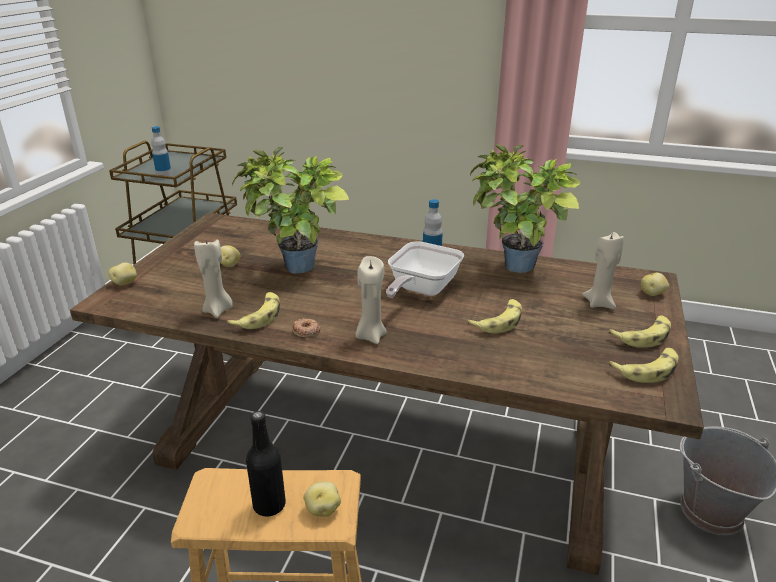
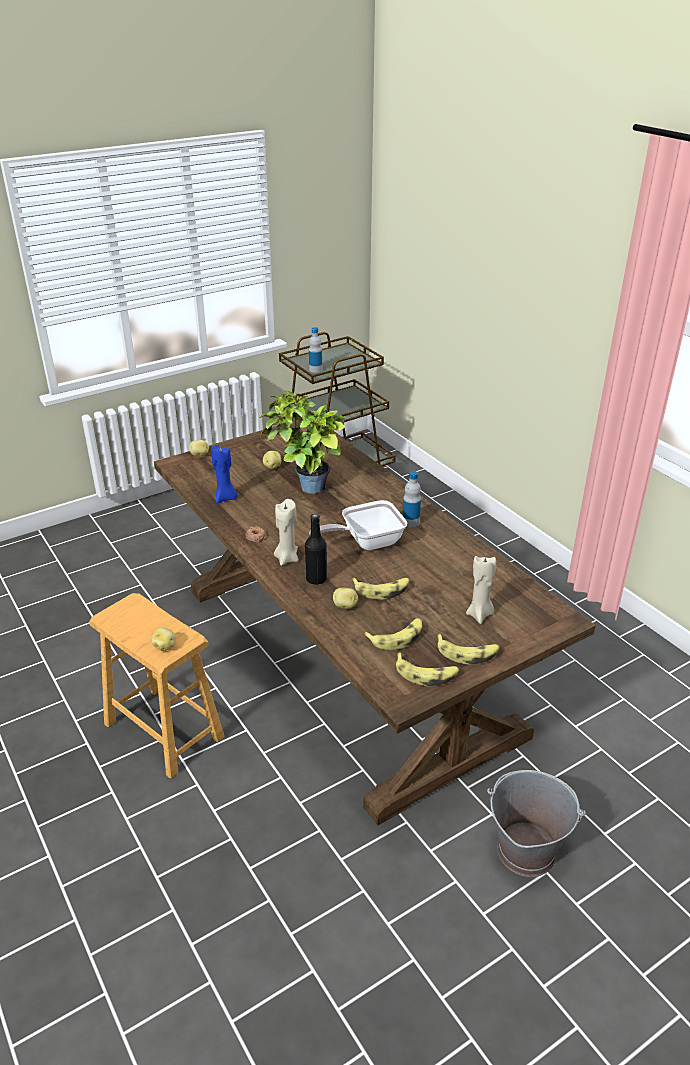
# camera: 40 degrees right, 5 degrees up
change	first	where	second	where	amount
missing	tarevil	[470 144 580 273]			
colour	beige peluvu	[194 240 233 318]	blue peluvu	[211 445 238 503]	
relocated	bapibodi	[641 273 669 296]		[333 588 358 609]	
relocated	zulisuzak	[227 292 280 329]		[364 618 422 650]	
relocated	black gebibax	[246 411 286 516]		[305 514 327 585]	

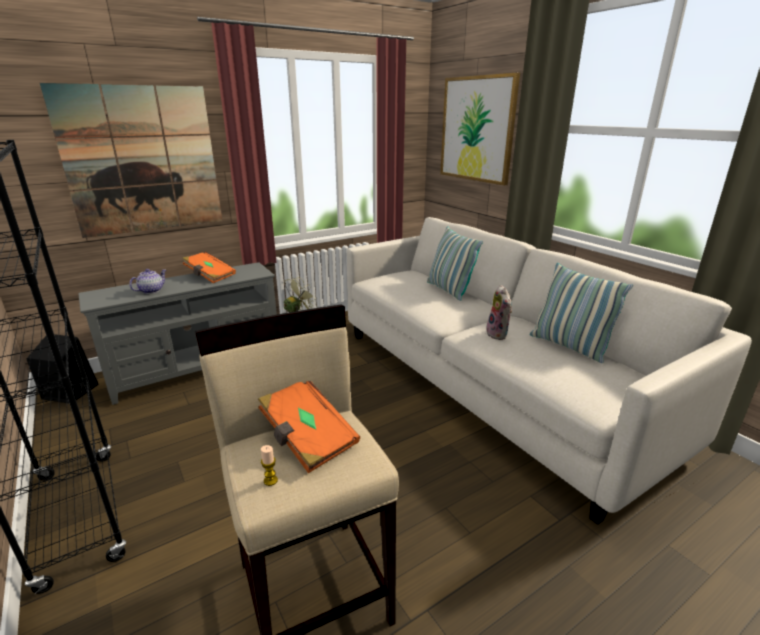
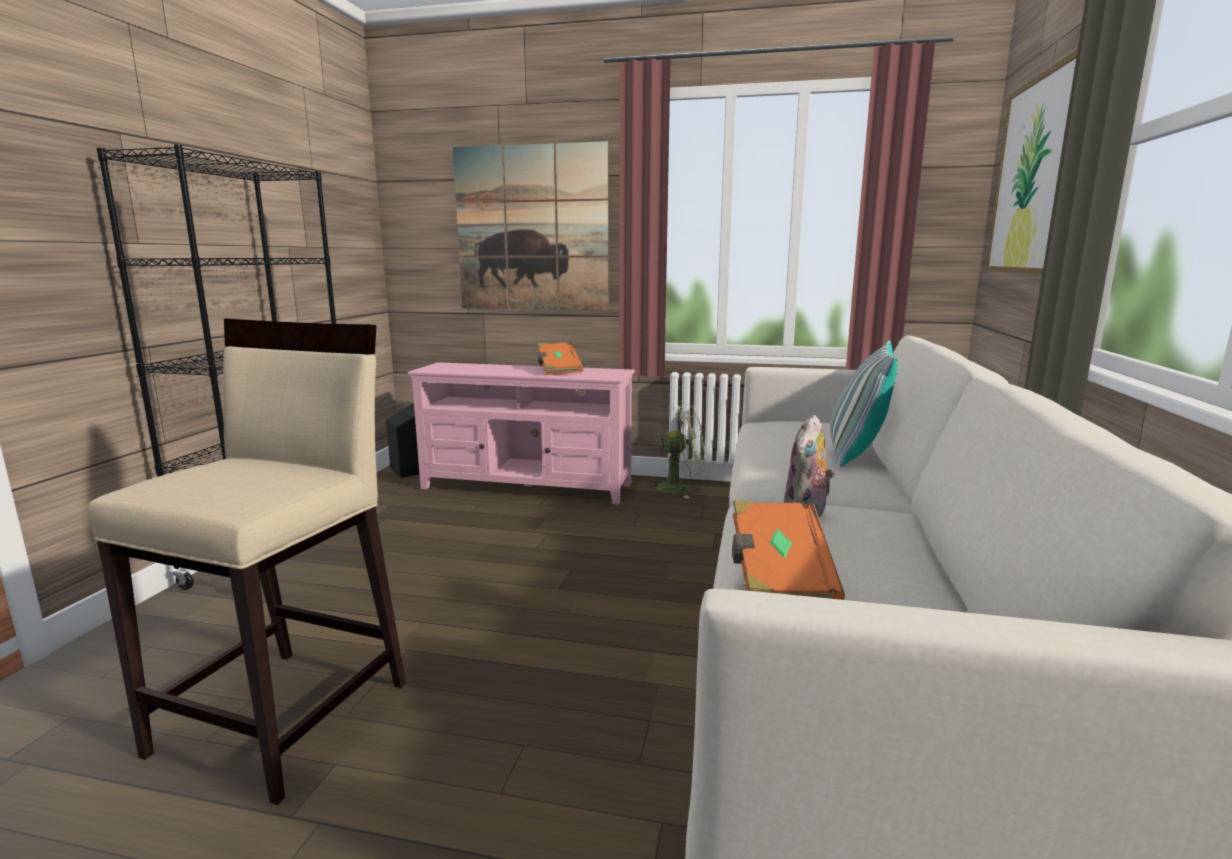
# camera: 45 degrees right, 10 degrees down
change	first	where	second	where	amount
colour	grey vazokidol	[78 262 277 405]	pink vazokidol	[407 362 635 505]	
missing	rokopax	[530 263 633 363]			
missing	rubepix	[129 269 166 294]			
relocated	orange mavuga	[258 381 360 473]		[732 500 845 600]	
missing	peluvu	[261 445 278 486]			

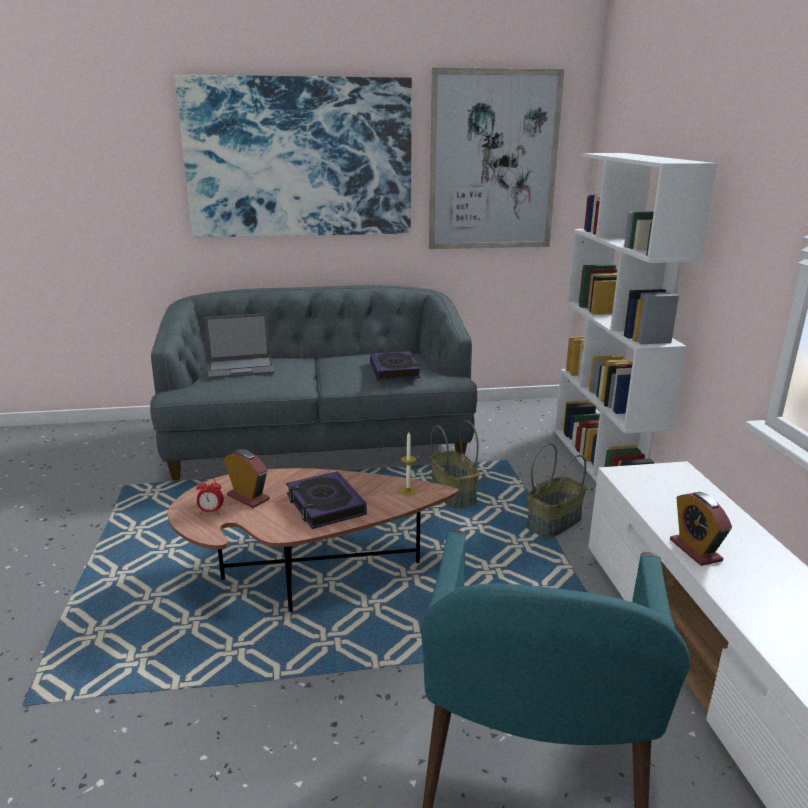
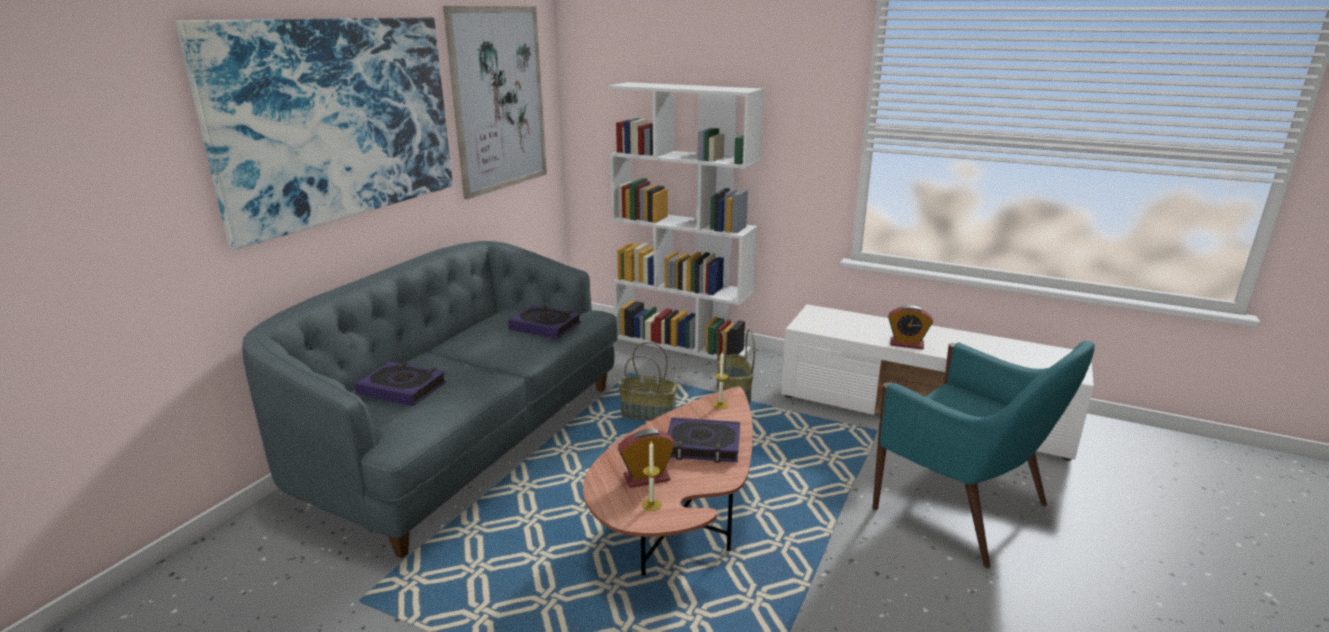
# camera: 55 degrees left, 0 degrees up
change	first	where	second	where	amount
exchanged	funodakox	[204 313 274 379]	mavuga	[354 361 446 406]	
exchanged	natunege	[196 477 224 515]	peluvu	[642 441 662 511]	

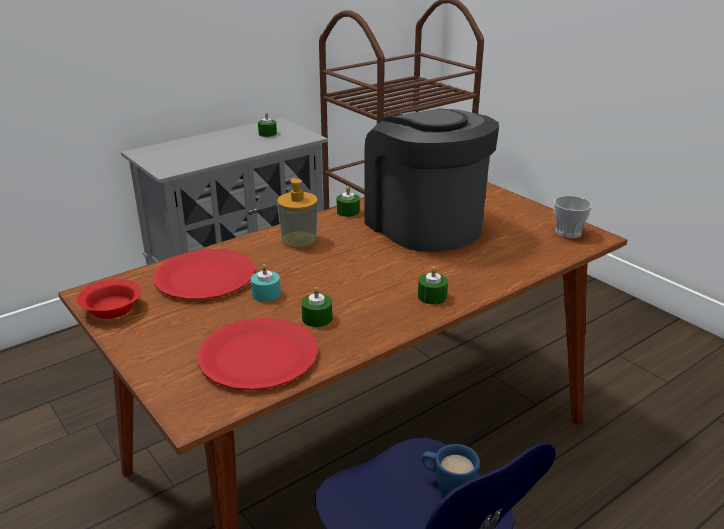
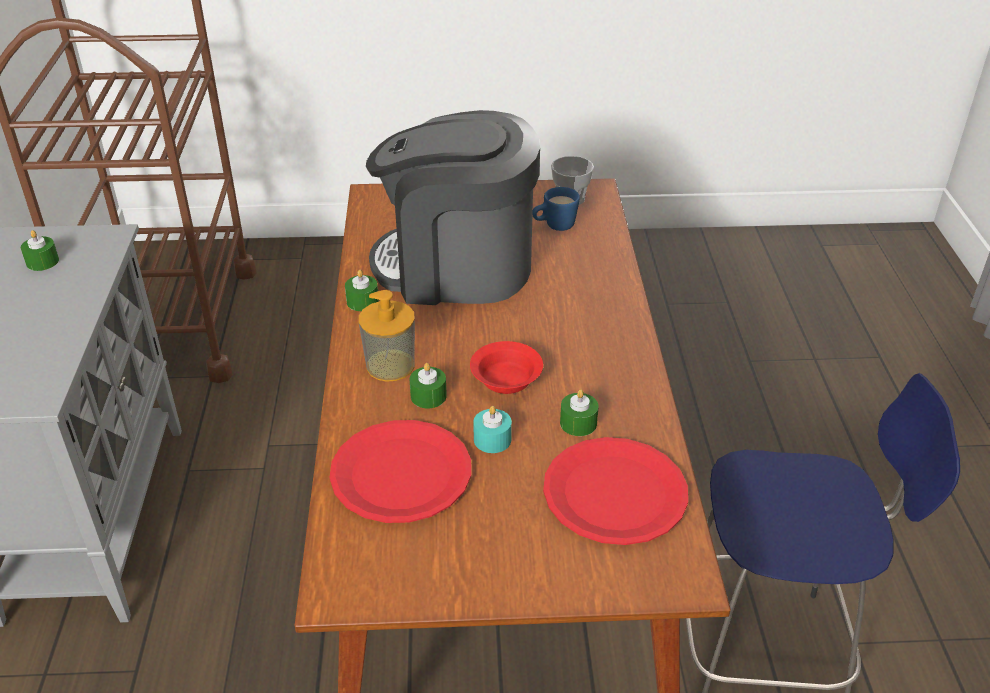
# camera: 55 degrees left, 10 degrees up
change	first	where	second	where	amount
relocated	green peluvu	[418 266 448 304]		[410 363 447 408]	
relocated	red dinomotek	[77 279 142 319]		[470 341 543 394]	
relocated	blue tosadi	[422 444 480 496]		[532 187 580 231]	

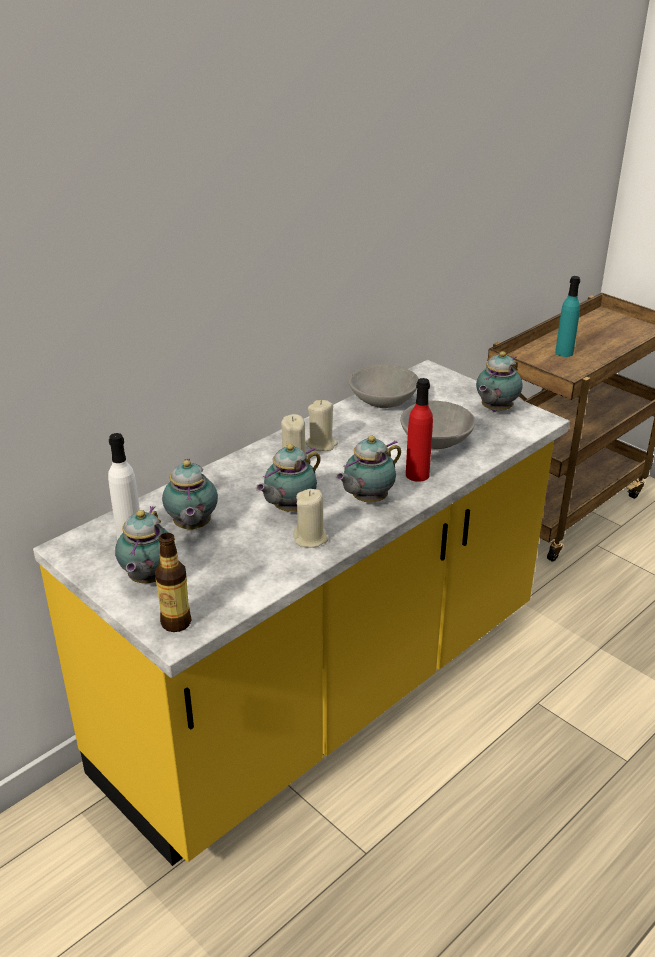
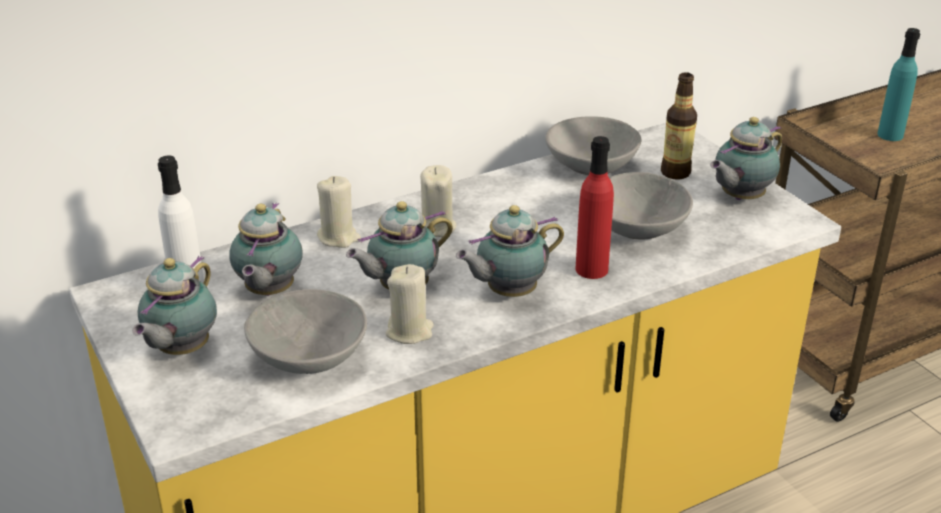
# camera: 15 degrees right, 0 degrees up
change	first	where	second	where	amount
relocated	beige peluvu	[306 400 338 451]		[317 176 361 248]	
relocated	gebibax	[155 533 191 632]		[661 72 697 180]	
appeared			grey dinomotek	[244 289 367 374]	

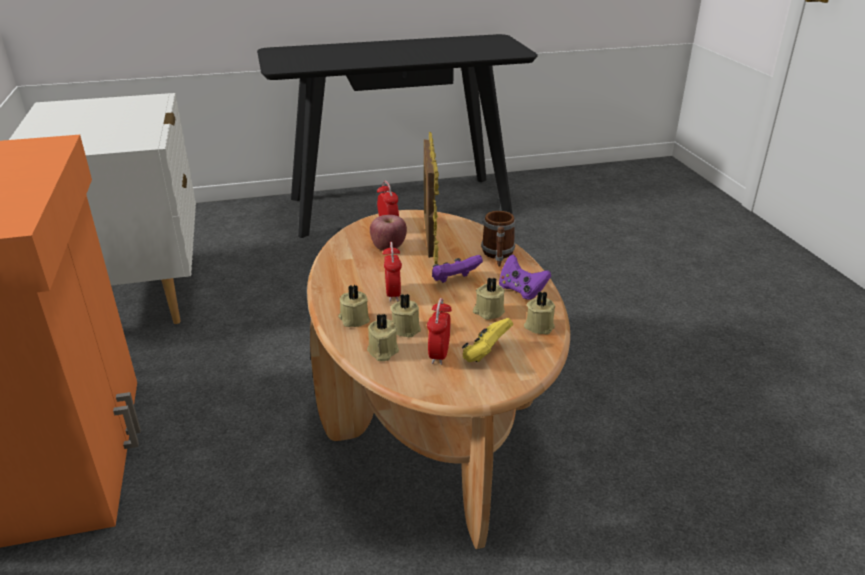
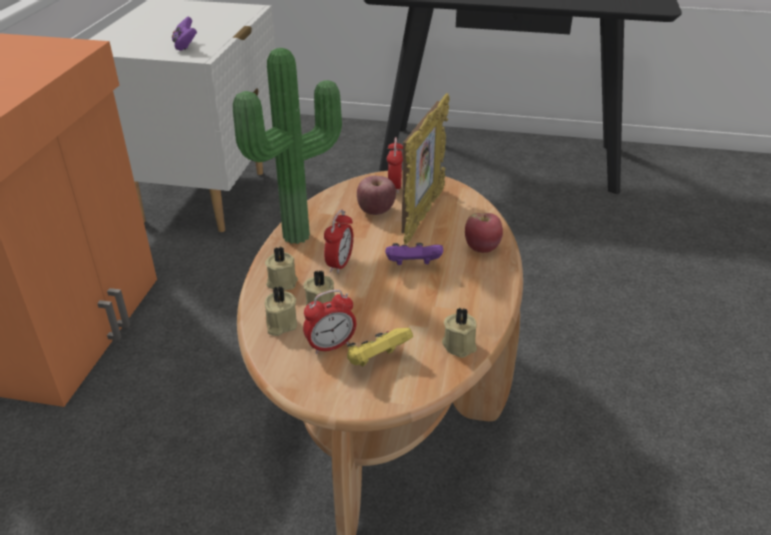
# camera: 25 degrees right, 5 degrees up
change	first	where	second	where	amount
exchanged	tosadi	[481 211 516 267]	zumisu	[465 213 503 253]	
relocated	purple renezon	[499 254 551 300]		[172 16 197 51]	
missing	beige peluvu	[473 277 505 320]			
spun	natunege	[427 298 452 365]		[303 289 356 354]	150 degrees counterclockwise
appeared			tarevil	[233 48 342 244]	

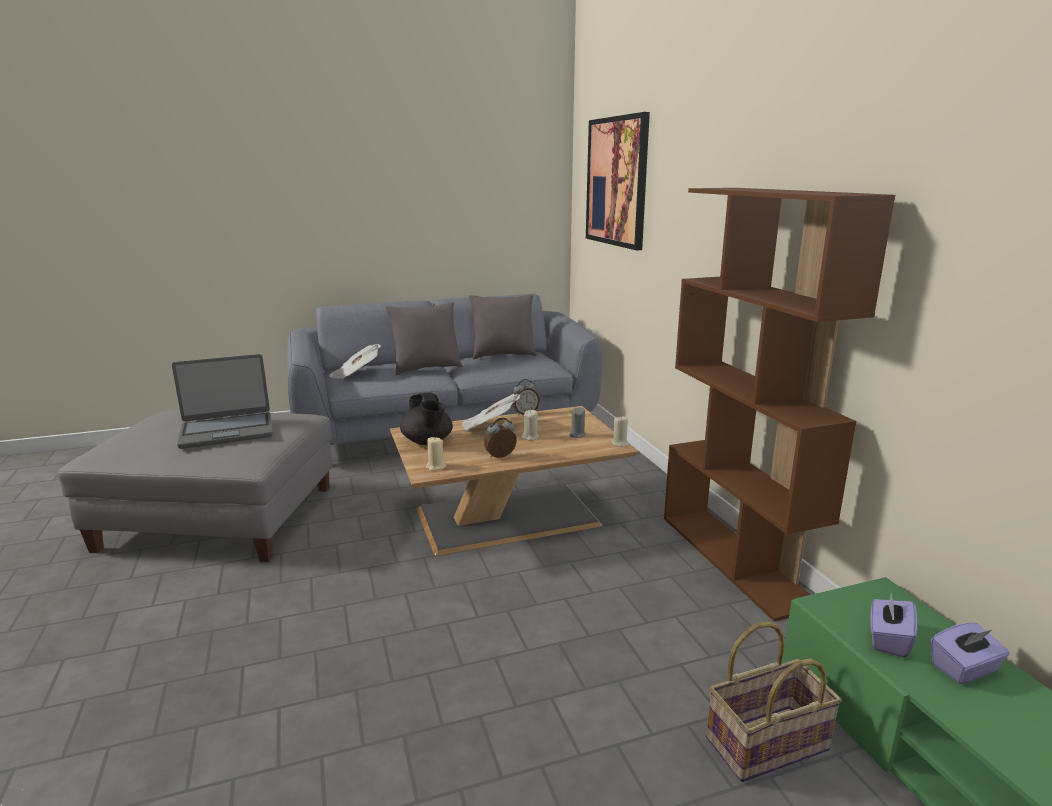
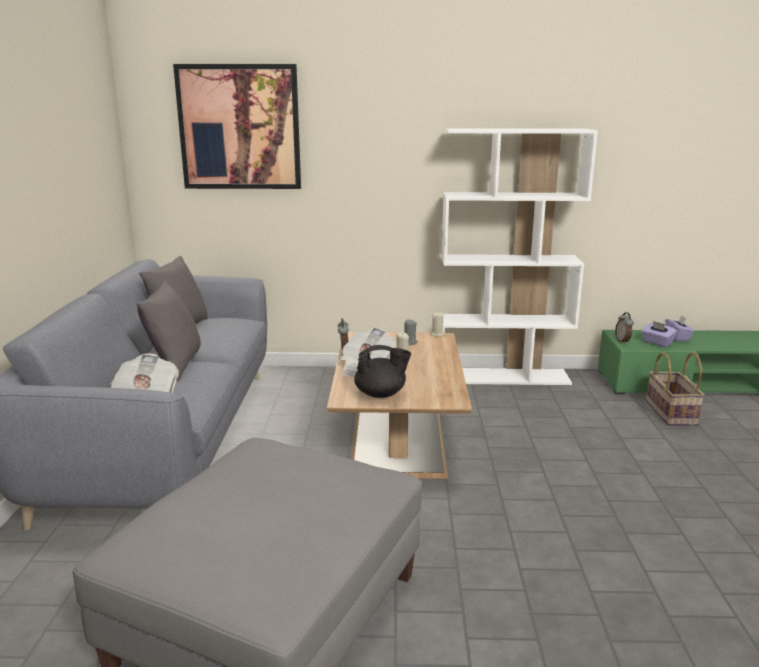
# camera: 70 degrees left, 0 degrees up
change	first	where	second	where	amount
colour	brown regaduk	[664 188 895 622]	white regaduk	[441 128 598 385]	
missing	funodakox	[172 354 273 449]			
relocated	natunege	[484 418 517 458]		[615 312 634 344]	
missing	beige peluvu	[426 437 446 471]			

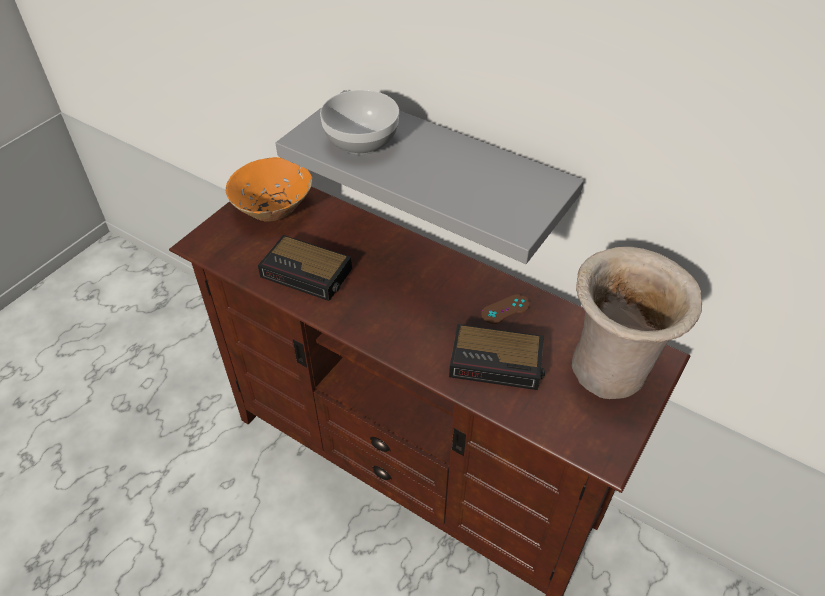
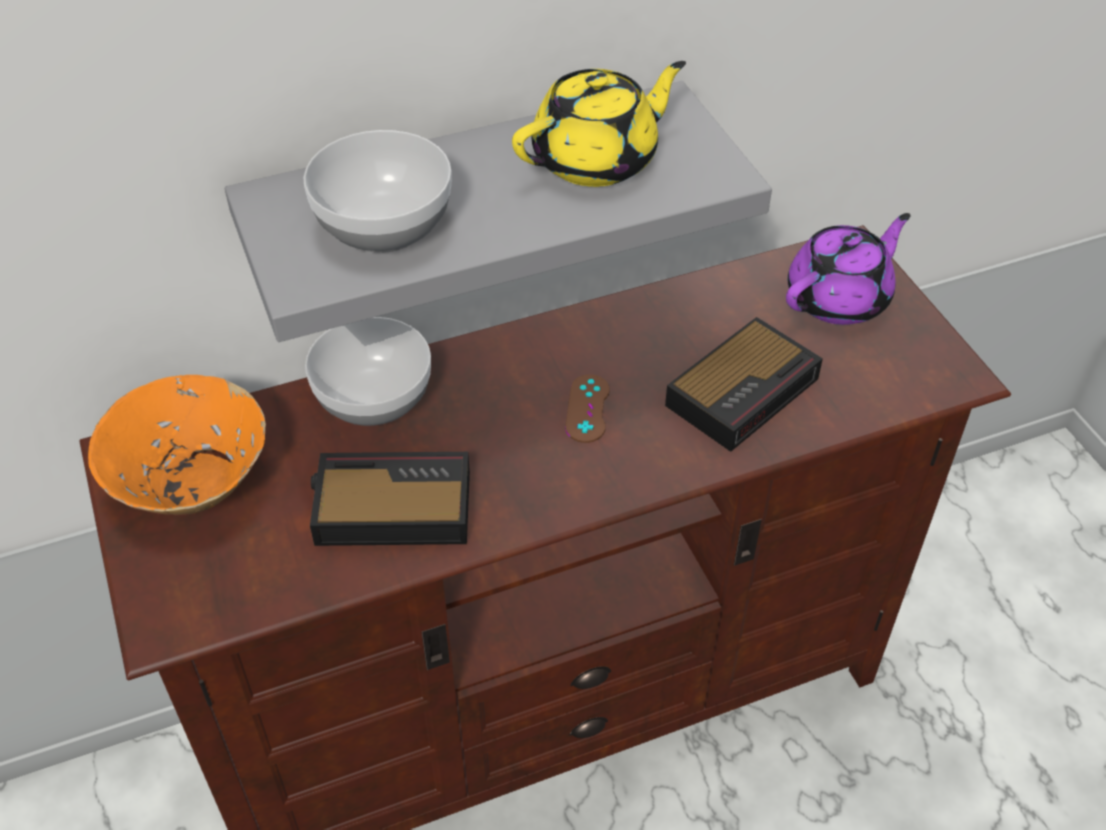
# camera: 55 degrees left, 0 degrees up
change	first	where	second	where	amount
spun	natunege	[258 235 352 301]		[310 452 470 546]	150 degrees counterclockwise
exchanged	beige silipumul	[572 247 702 399]	purple rubepix	[786 213 911 325]	
relocated	brown renezon	[481 294 530 324]		[565 374 610 443]	
appeared			yellow rubepix	[512 61 686 187]	
appeared			dinomotek	[305 317 431 426]	

